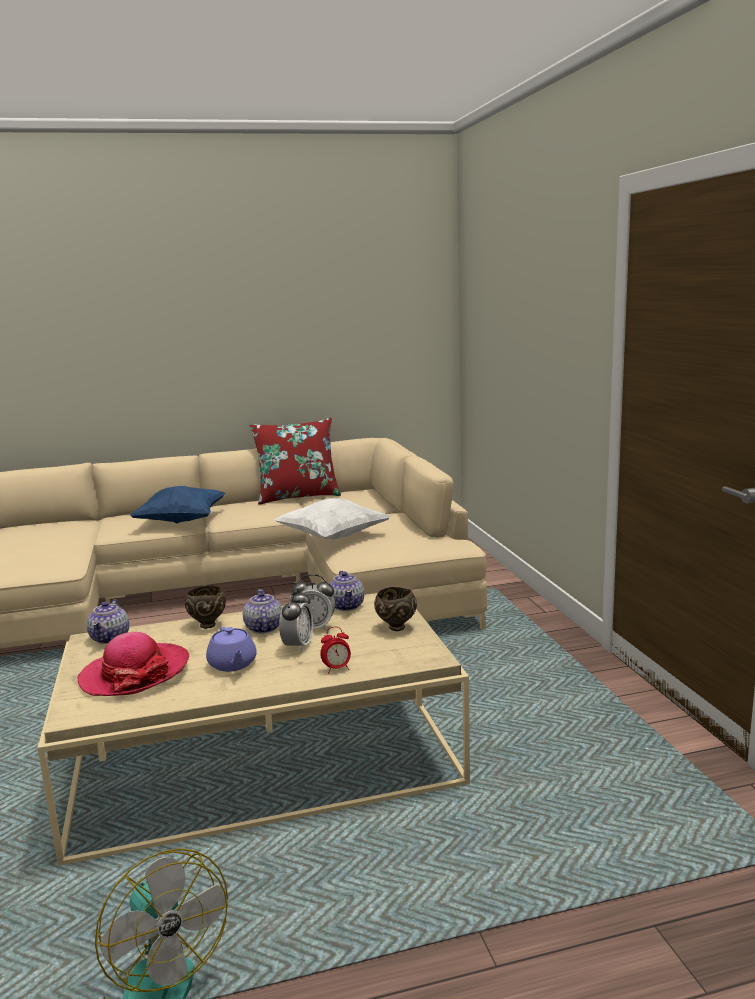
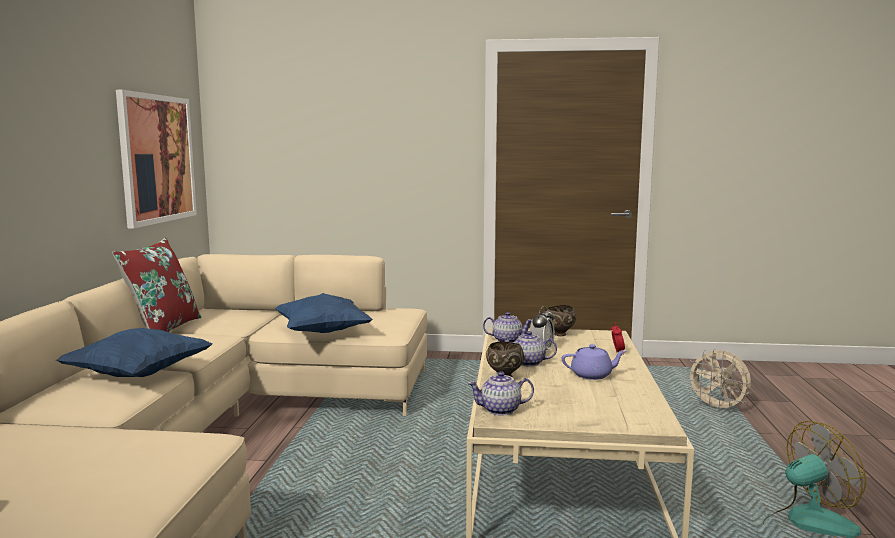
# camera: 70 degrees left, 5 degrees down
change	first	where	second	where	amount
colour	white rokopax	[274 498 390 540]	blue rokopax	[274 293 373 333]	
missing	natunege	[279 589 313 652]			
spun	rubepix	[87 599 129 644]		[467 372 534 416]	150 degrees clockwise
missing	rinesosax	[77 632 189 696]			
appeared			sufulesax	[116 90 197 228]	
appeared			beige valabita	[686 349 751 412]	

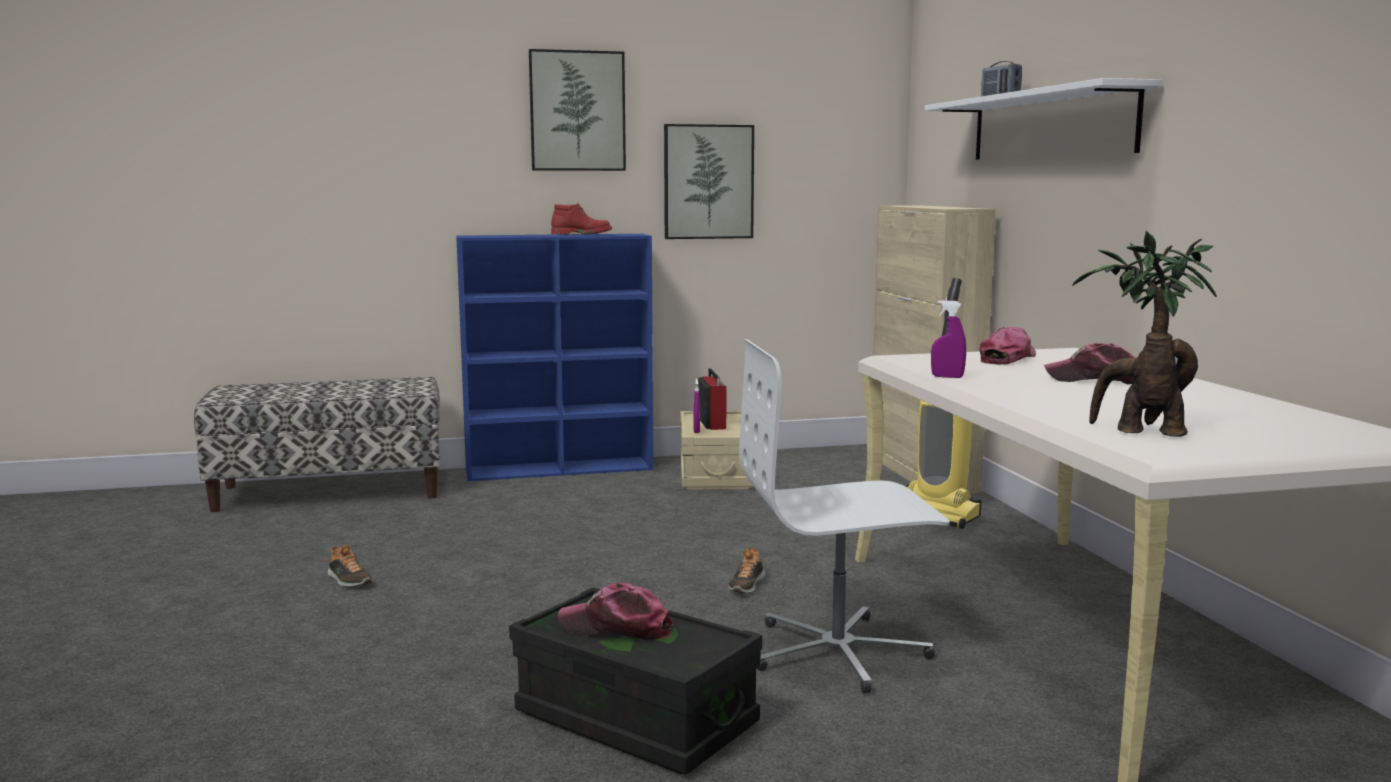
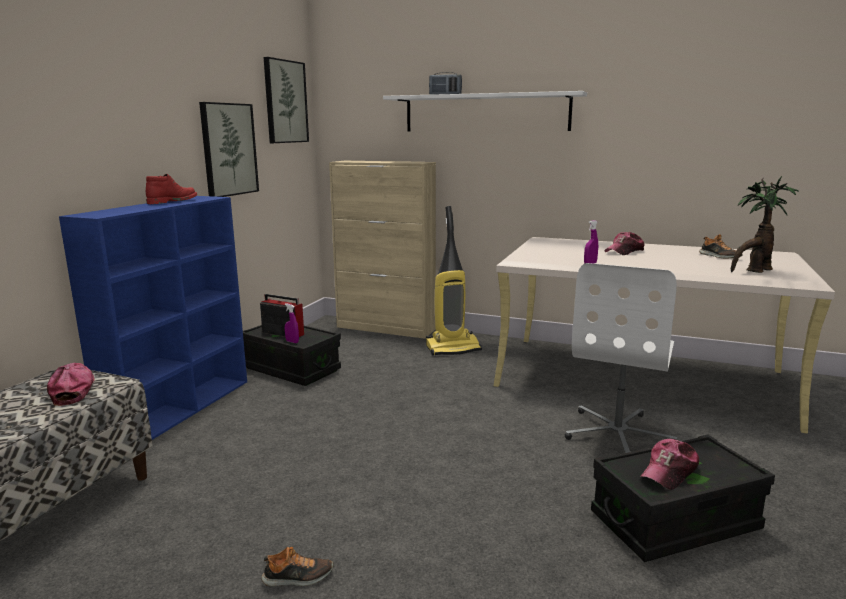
# camera: 55 degrees left, 5 degrees up
change	first	where	second	where	amount
relocated	sufulesax	[529 49 626 171]		[263 57 309 143]	
relocated	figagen	[979 326 1036 365]		[47 363 95 406]	
colour	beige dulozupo	[680 411 753 489]	black dulozupo	[243 325 341 386]	
relocated	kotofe	[728 548 765 593]		[699 234 742 258]	

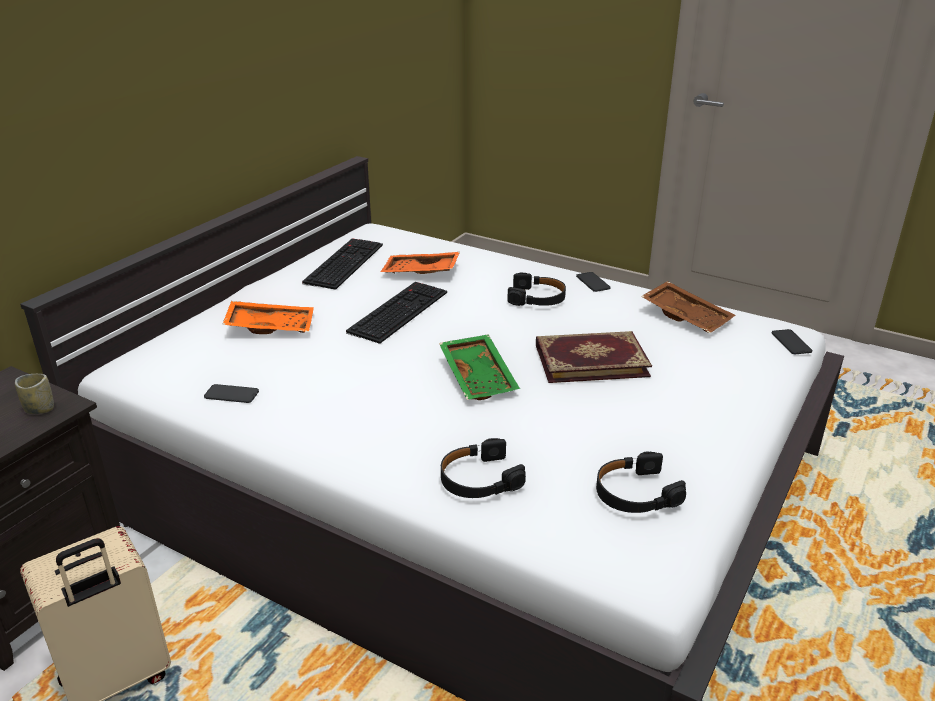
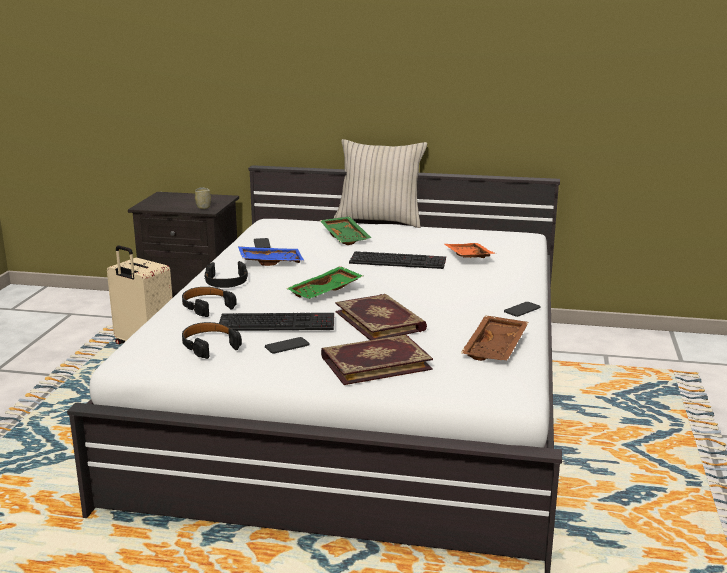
# camera: 70 degrees right, 10 degrees down
change	first	where	second	where	amount
relocated	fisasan	[302 238 383 290]		[219 313 334 331]	
relocated	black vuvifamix	[507 273 566 306]		[204 261 248 288]	
colour	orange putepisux	[222 301 314 334]	green putepisux	[319 216 372 245]	
relocated	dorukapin	[772 329 812 354]		[265 337 309 354]	
appeared			beige rokopax	[334 139 427 228]	
appeared			blue putepisux	[238 246 304 266]	
appeared			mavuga	[321 335 433 385]	

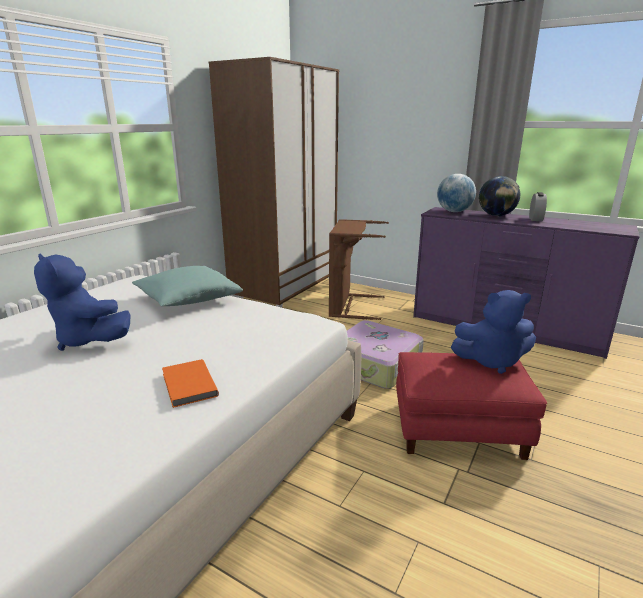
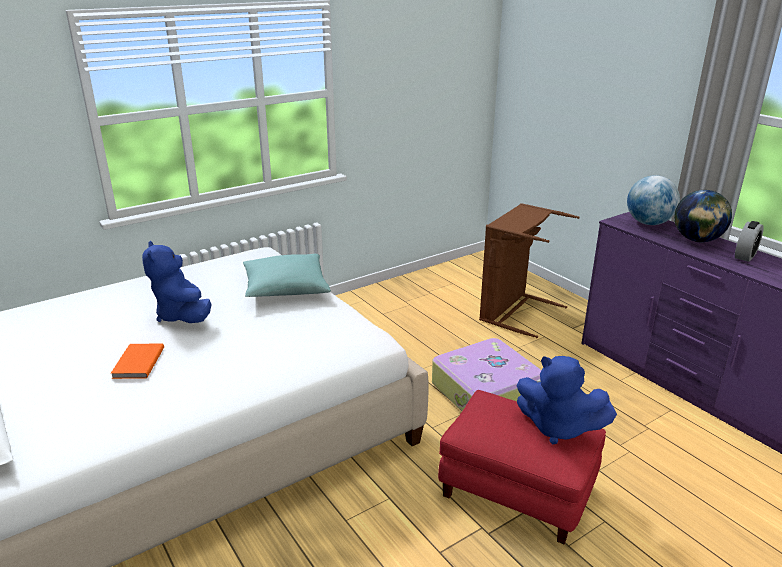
# camera: 25 degrees right, 5 degrees up
change	first	where	second	where	amount
missing	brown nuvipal	[209 57 339 308]			
relocated	orange mavuga	[162 359 219 408]		[111 344 164 379]	

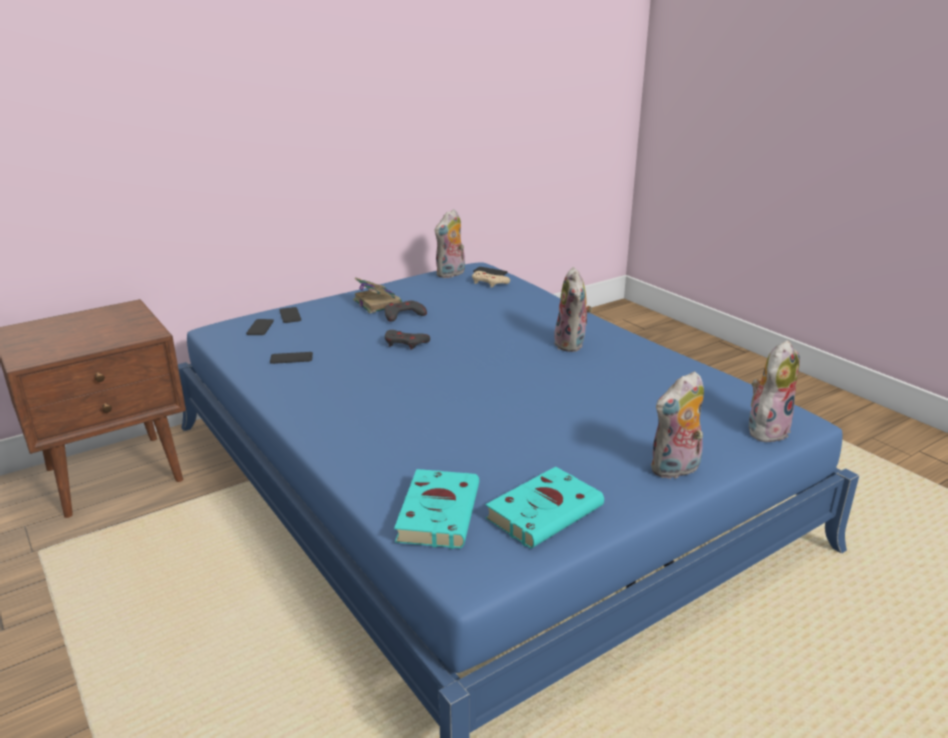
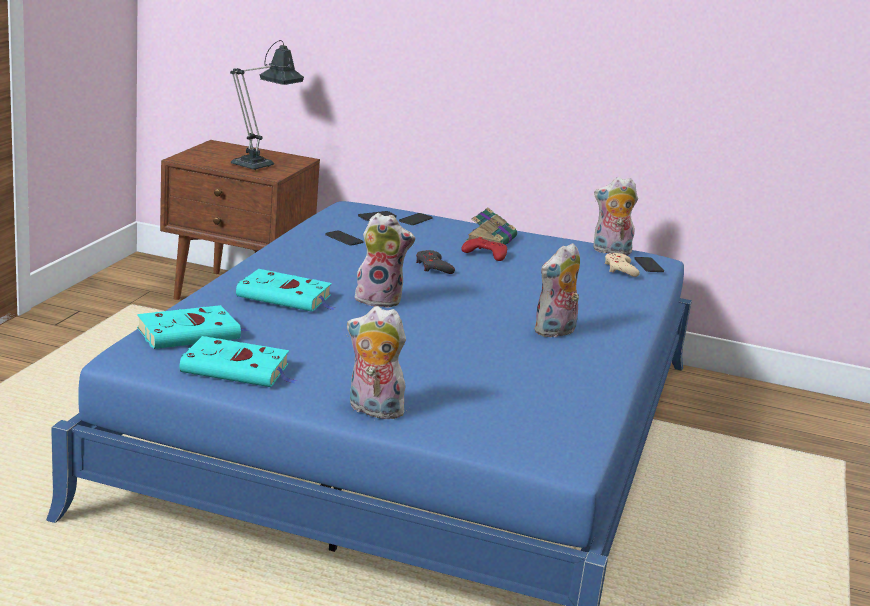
# camera: 50 degrees right, 5 degrees down
change	first	where	second	where	amount
colour	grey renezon	[385 301 427 322]	red renezon	[461 237 507 261]	
relocated	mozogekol	[749 340 800 444]		[355 213 415 308]	
appeared			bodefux	[230 40 304 170]	
appeared			turquoise mavuga	[236 269 335 312]	

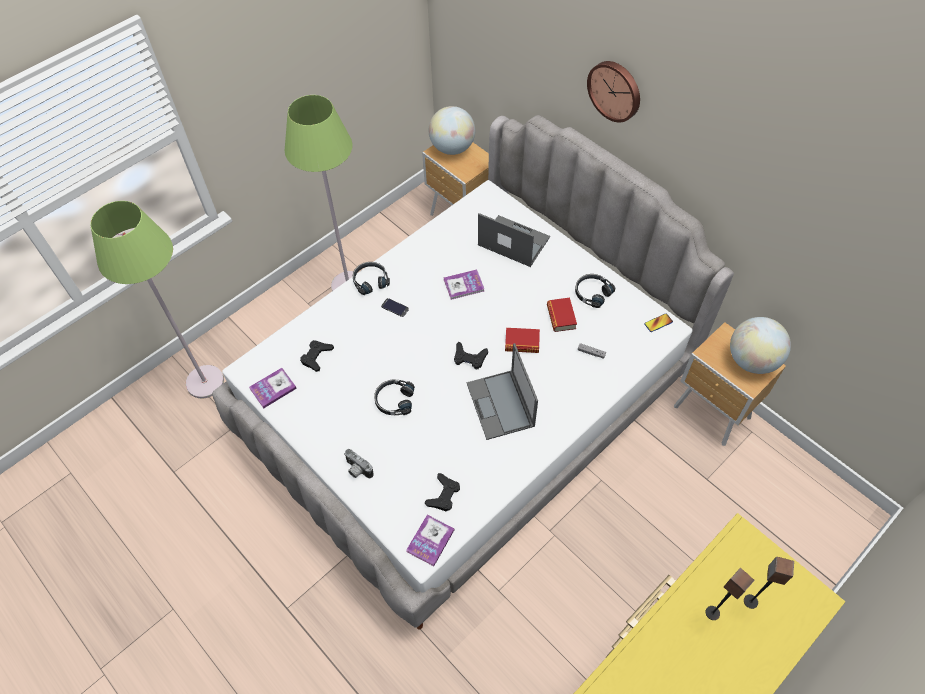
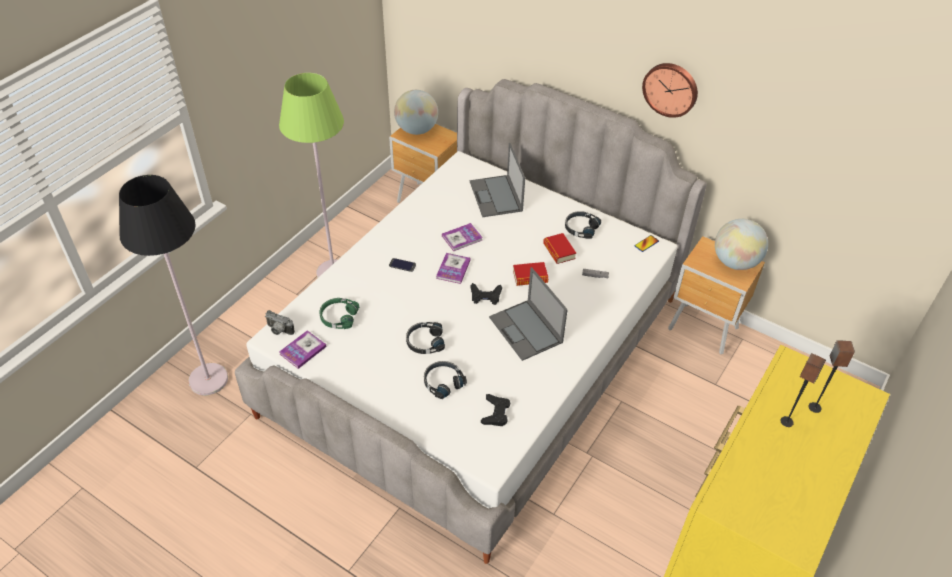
# camera: 15 degrees left, 10 degrees down
change	first	where	second	where	amount
relocated	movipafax	[587 61 640 123]		[642 63 698 118]	
colour	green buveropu	[91 201 224 399]	black buveropu	[119 175 228 395]	
spun	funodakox	[478 213 550 267]		[470 143 525 217]	120 degrees counterclockwise
relocated	black vuvifamix	[353 262 390 295]		[424 361 467 399]	
exchanged	black renezon	[300 340 334 372]	green vuvifamix	[319 298 359 329]	
relocated	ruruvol	[344 449 374 478]		[265 310 295 335]	
relocated	mavuga	[406 515 455 566]		[436 253 471 284]	

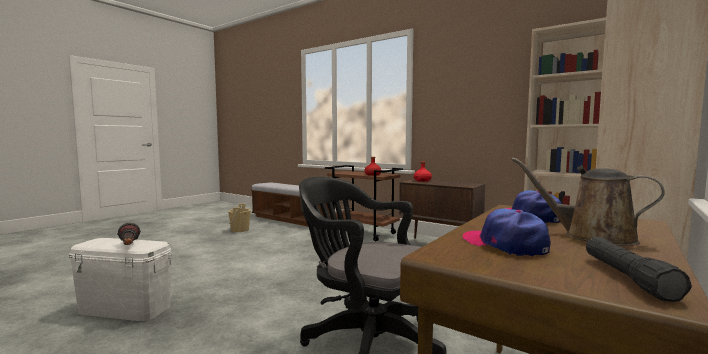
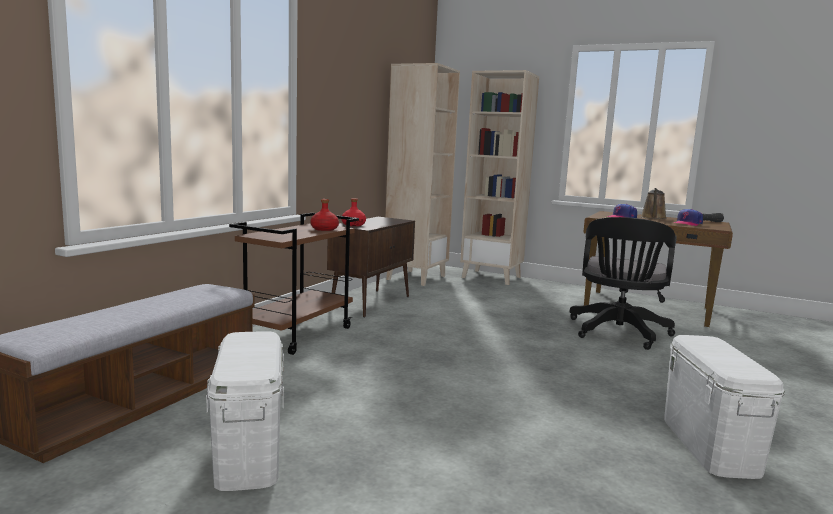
# camera: 100 degrees left, 5 degrees up
change	first	where	second	where	amount
exchanged	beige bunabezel	[228 203 251 232]	white dulozupo	[206 331 284 491]	
missing	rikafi	[117 223 141 245]			

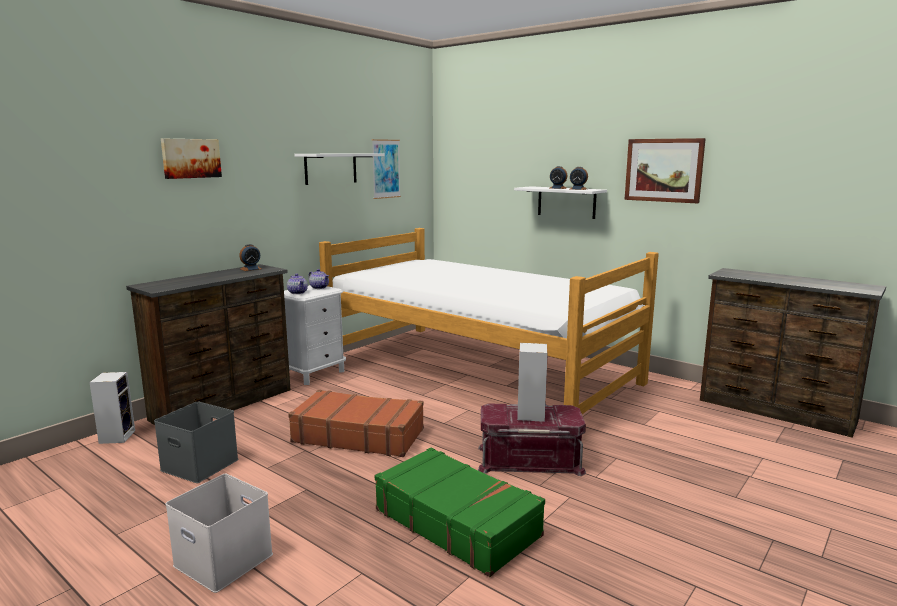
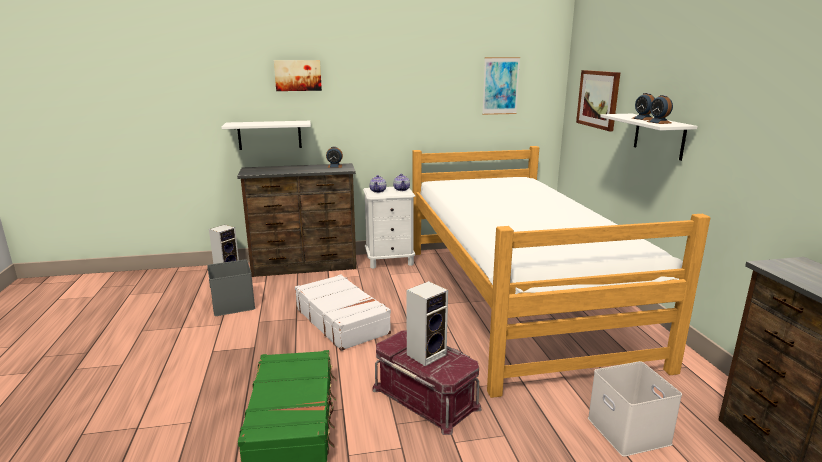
# camera: 40 degrees right, 5 degrees up
change	first	where	second	where	amount
relocated	sufulesax	[625 138 706 204]		[576 70 620 131]	
relocated	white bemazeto	[294 153 384 185]		[222 121 311 150]	
colour	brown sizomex	[288 390 424 457]	white sizomex	[295 274 391 351]	
relocated	white dulozupo	[166 474 273 593]		[588 361 682 457]	

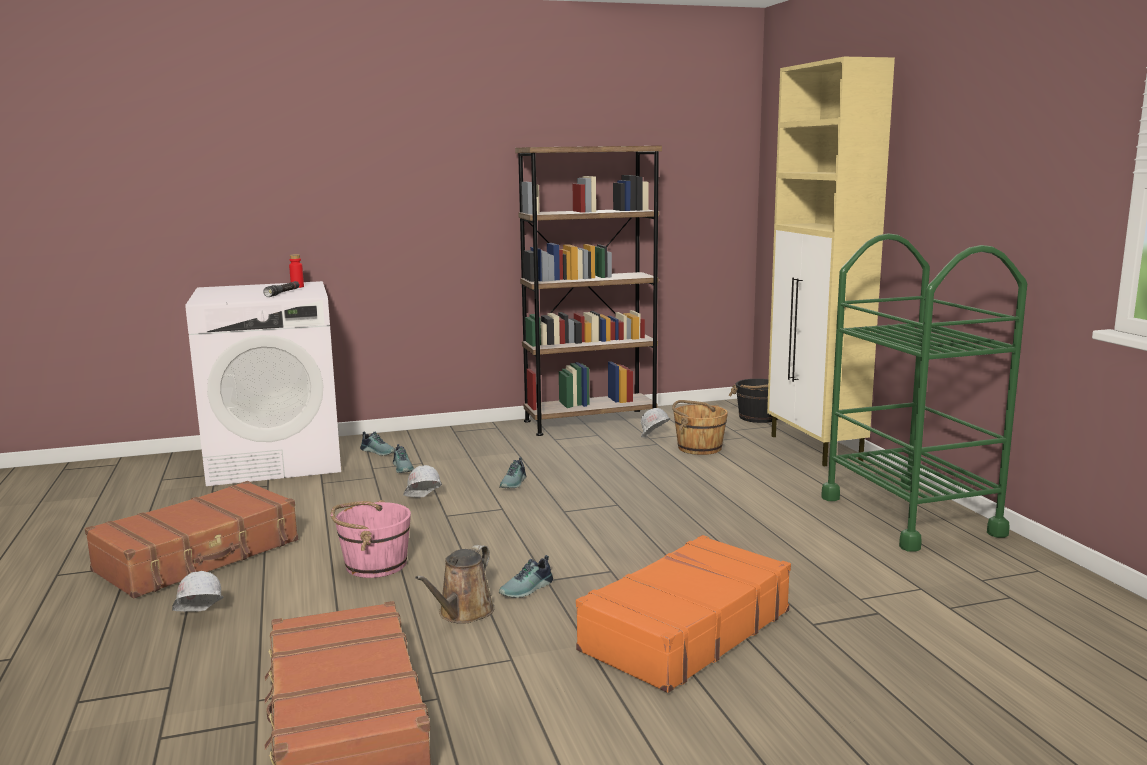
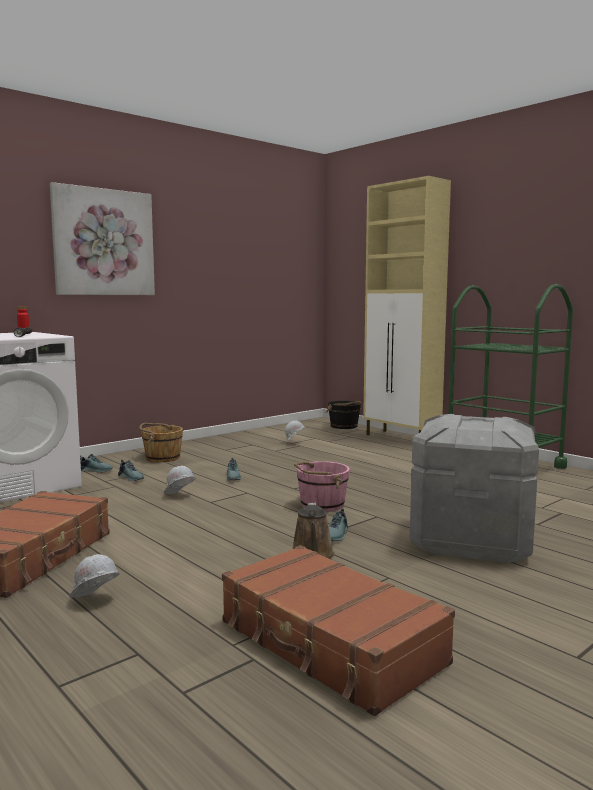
# camera: 25 degrees left, 5 degrees down
change	first	where	second	where	amount
missing	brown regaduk	[515 146 662 436]			
relocated	brown bunabezel	[672 400 728 455]		[139 423 183 462]	
relocated	pink bunabezel	[331 500 411 578]		[294 461 350 512]	
exchanged	orange sizomex	[576 535 791 693]	grey dulozupo	[410 414 539 563]	
appeared			sufulesax	[50 182 155 295]	

